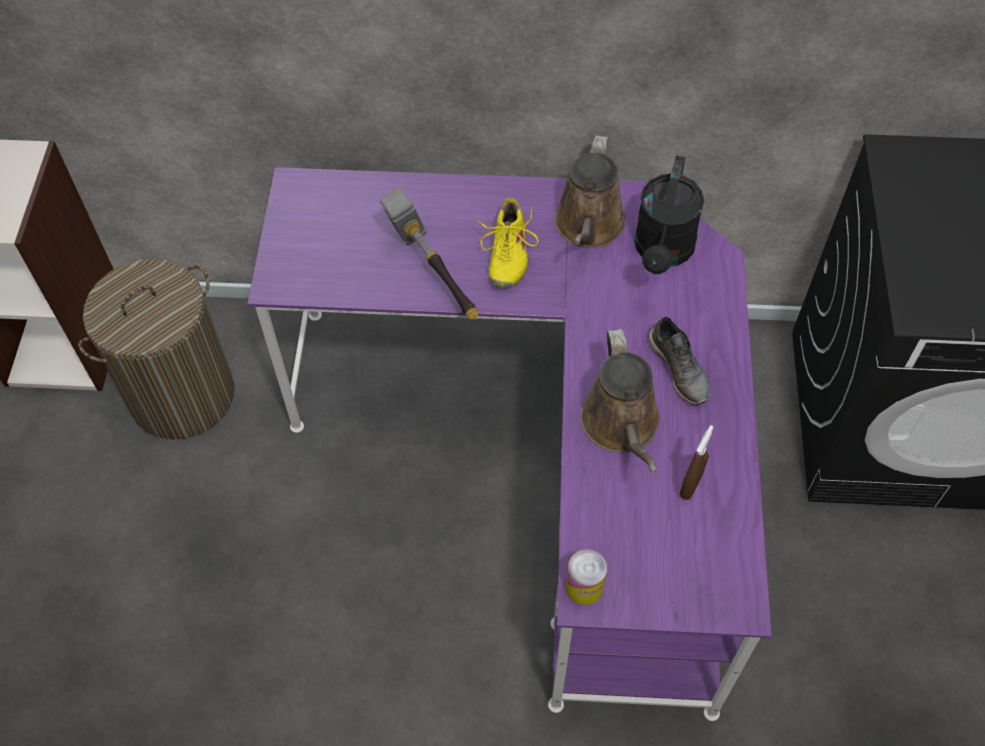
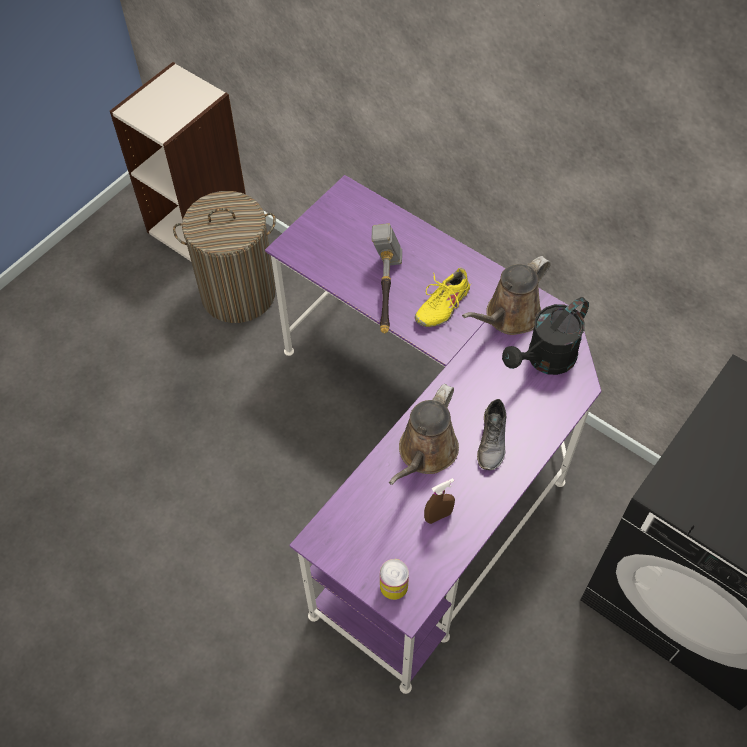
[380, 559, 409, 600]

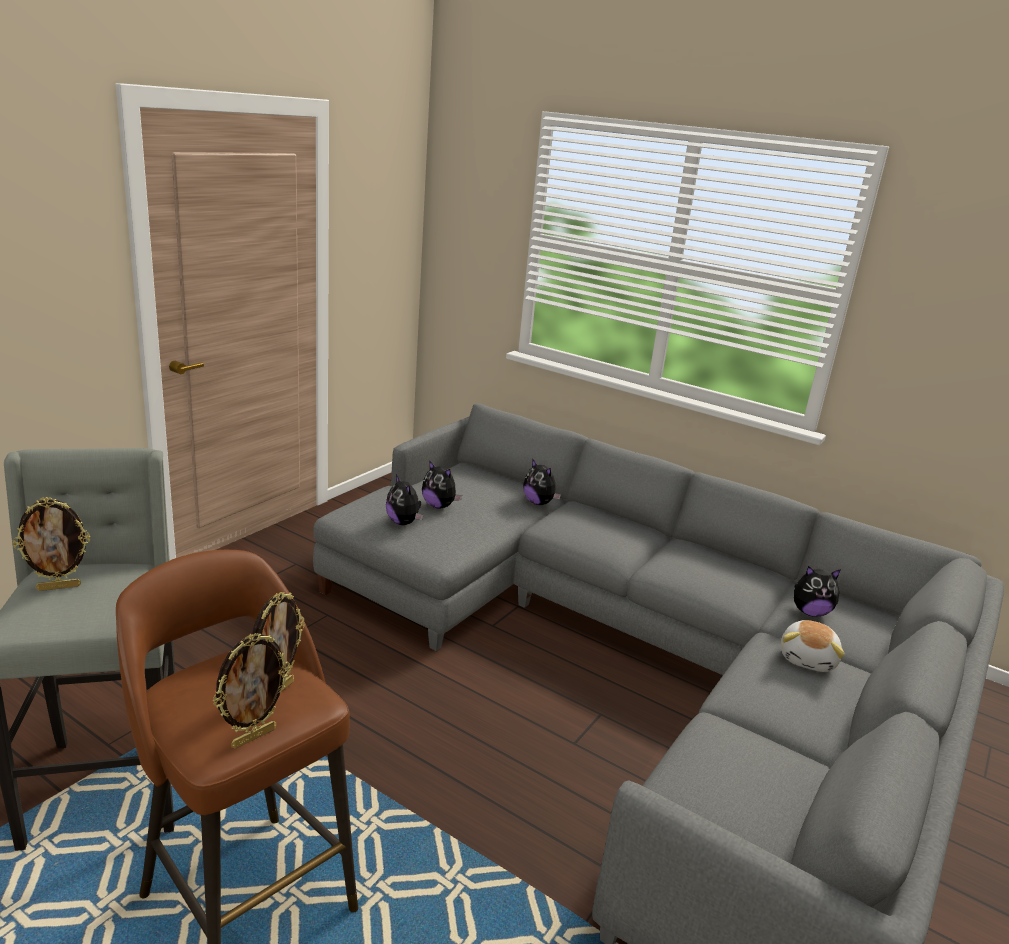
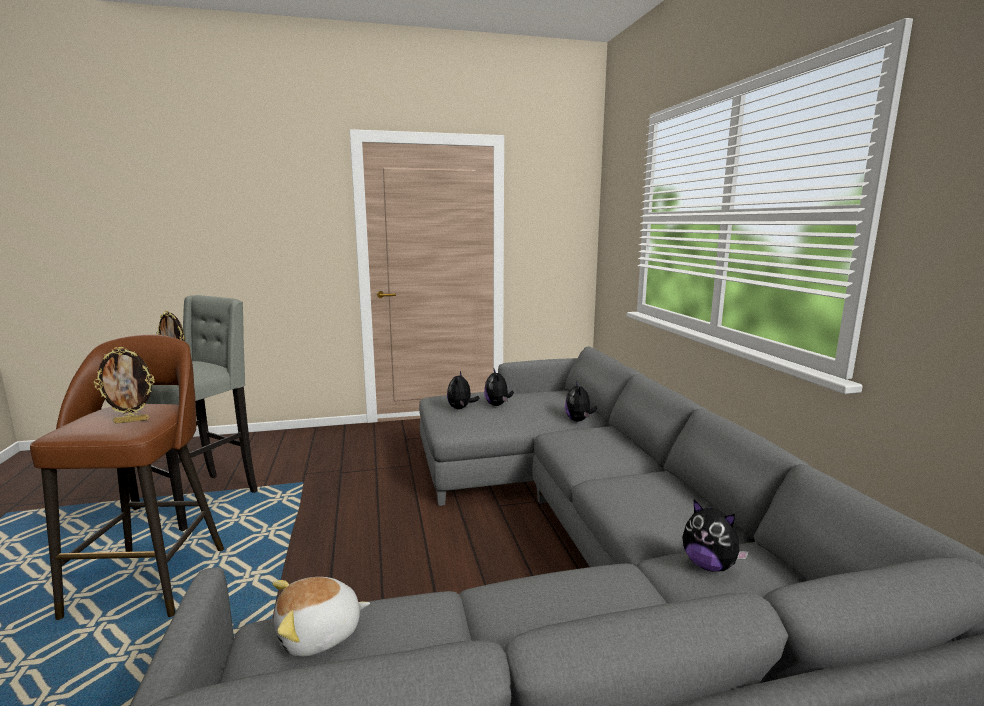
[212, 633, 291, 749] (first image)
[272, 577, 370, 657]

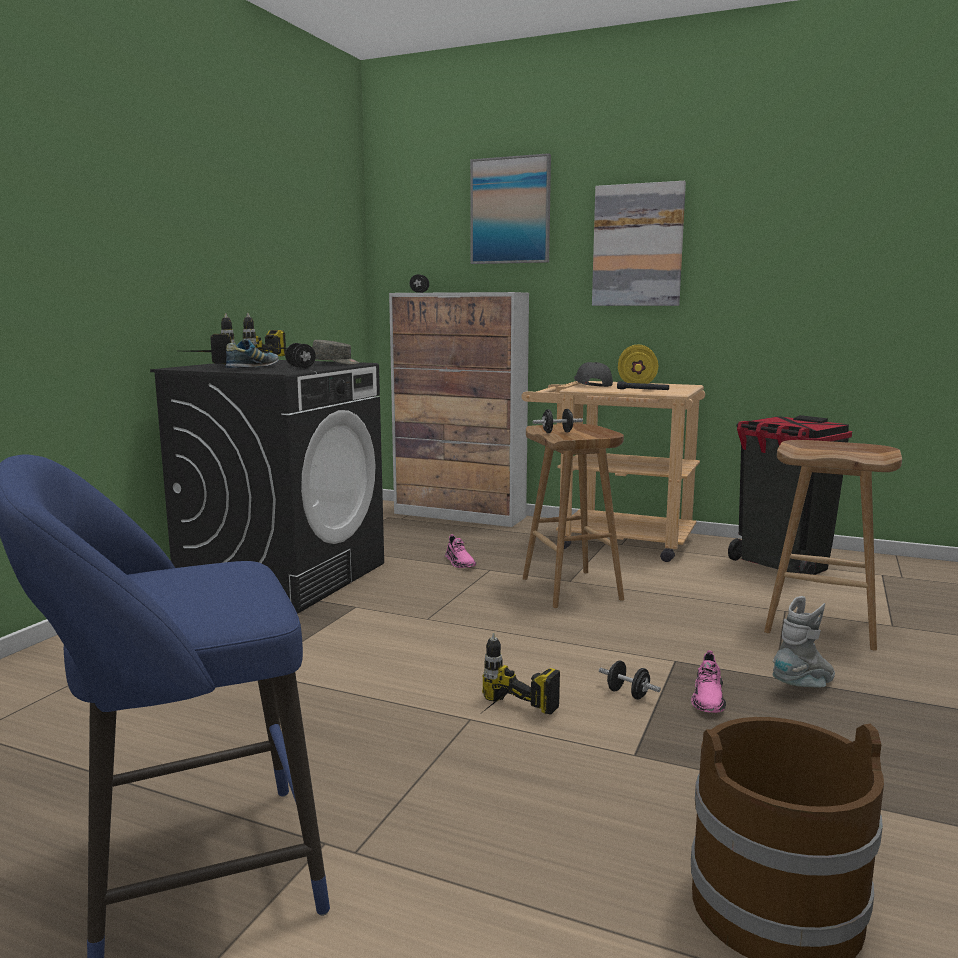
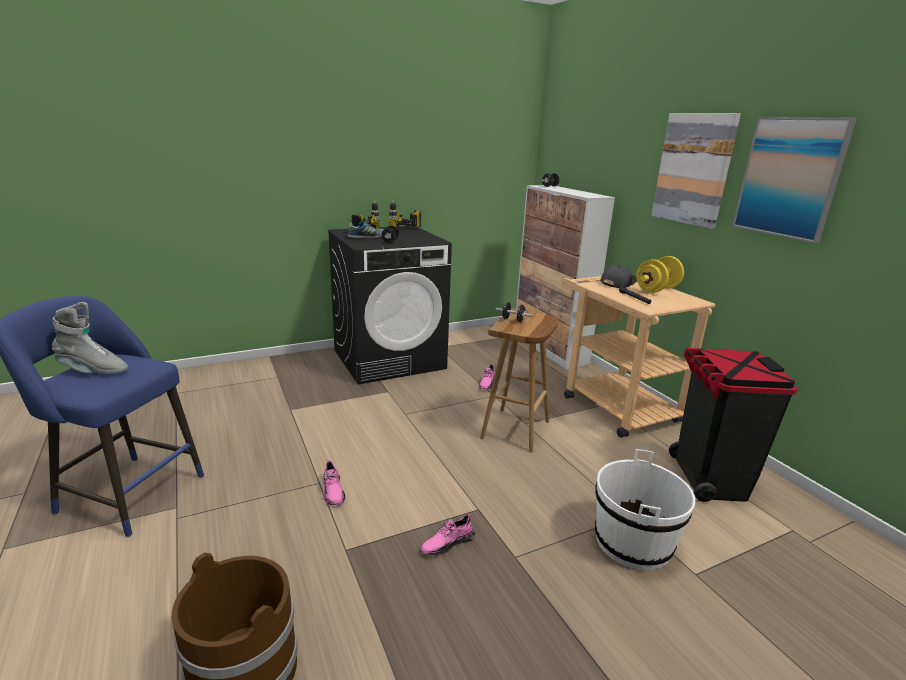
[312, 340, 360, 364] (first image)
[732, 117, 857, 243]
[323, 460, 345, 506]
[599, 661, 661, 699] (first image)
[595, 449, 695, 570]
[52, 302, 128, 374]

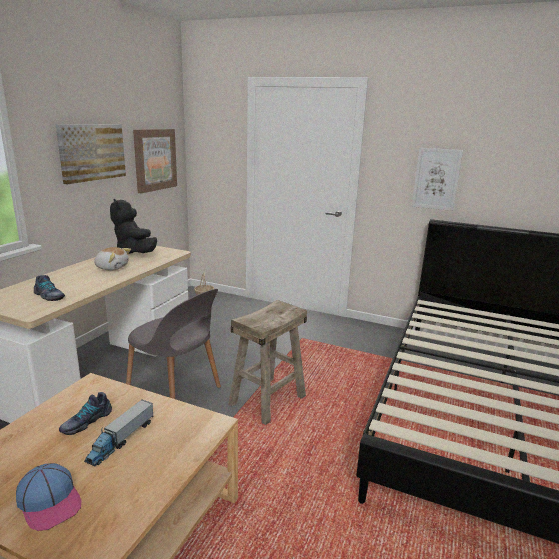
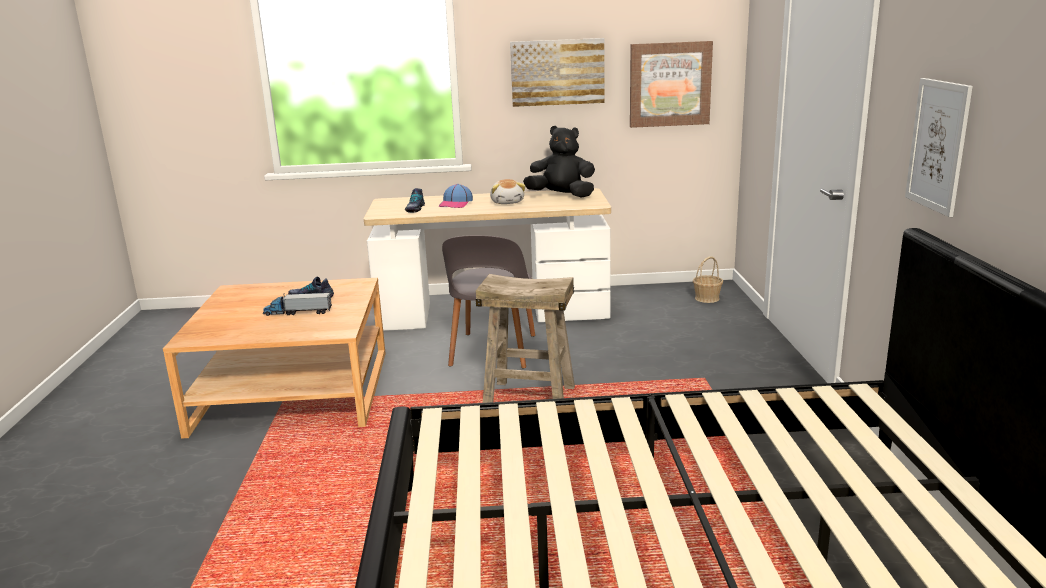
[439, 184, 473, 208]
[523, 126, 595, 198]

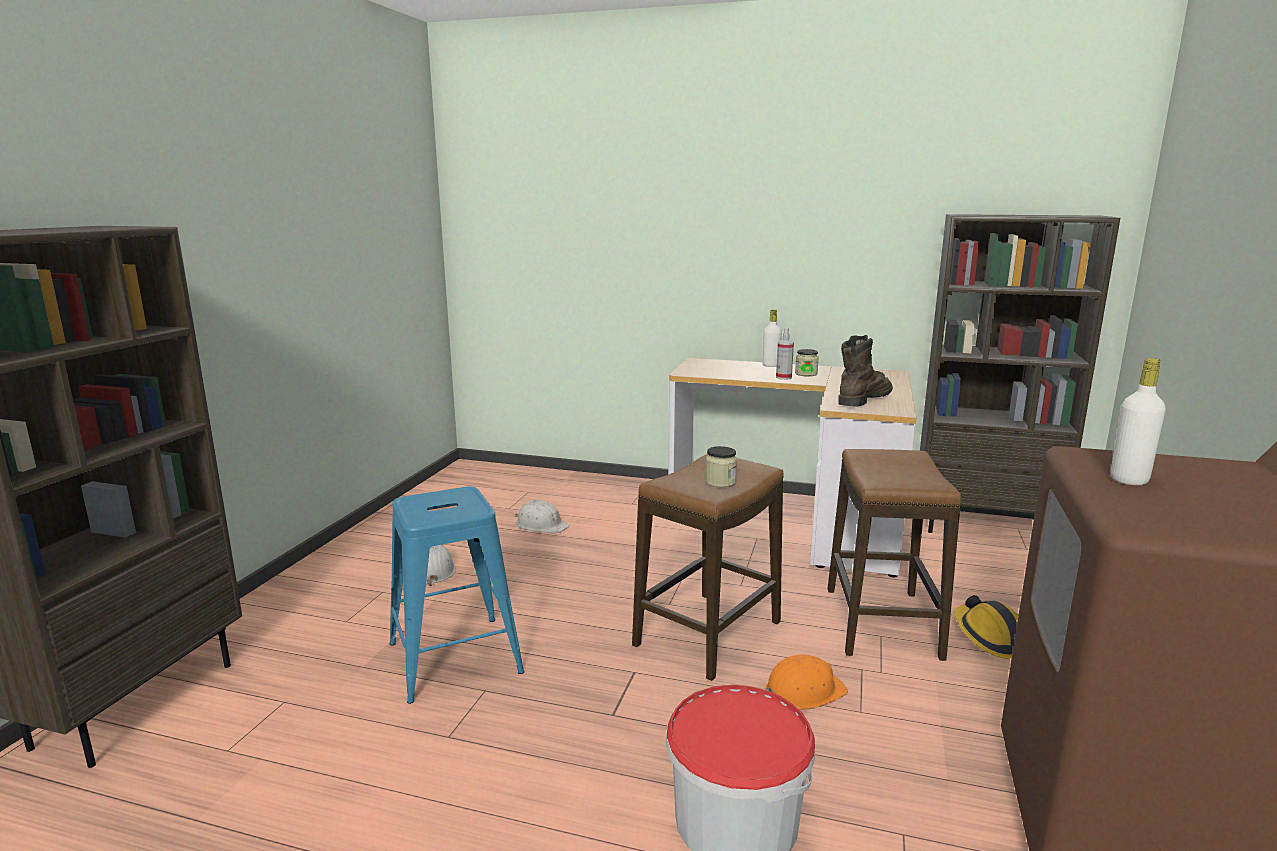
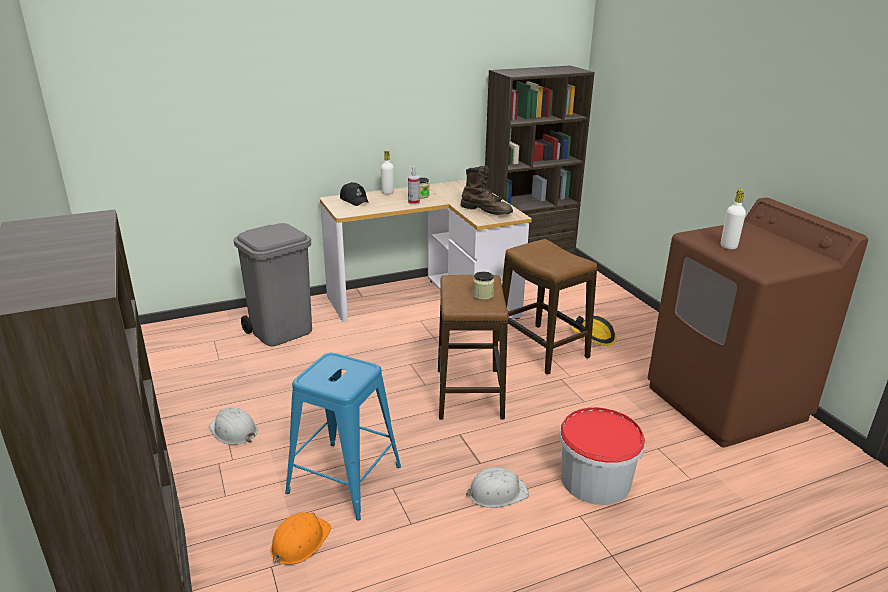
[466, 467, 529, 508]
[271, 512, 331, 565]
[461, 165, 513, 215]
[233, 223, 312, 346]
[340, 182, 369, 206]

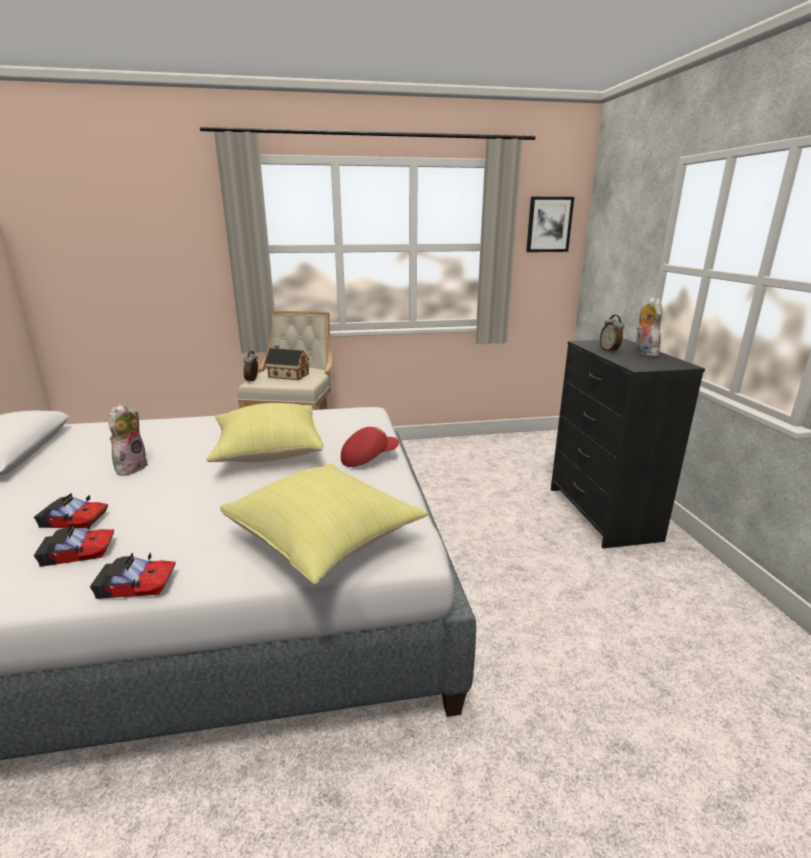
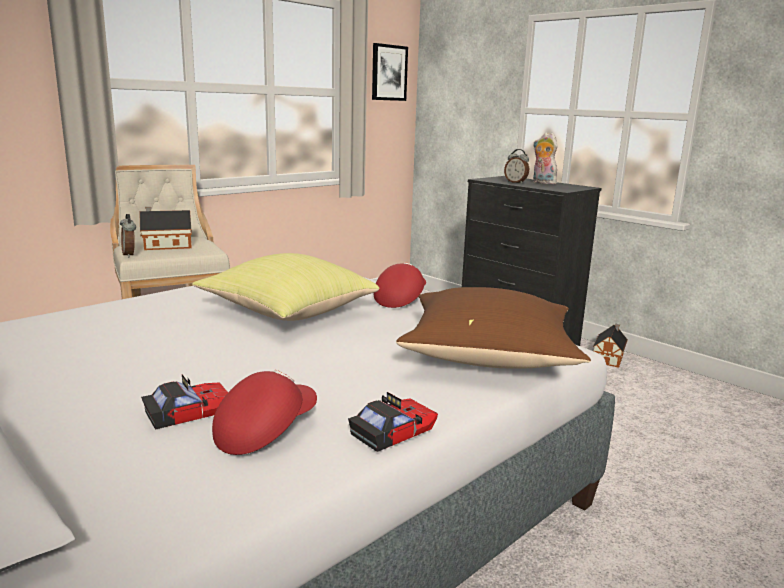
[212, 370, 317, 455]
[108, 404, 149, 476] (first image)
[396, 287, 591, 368]
[593, 324, 628, 368]

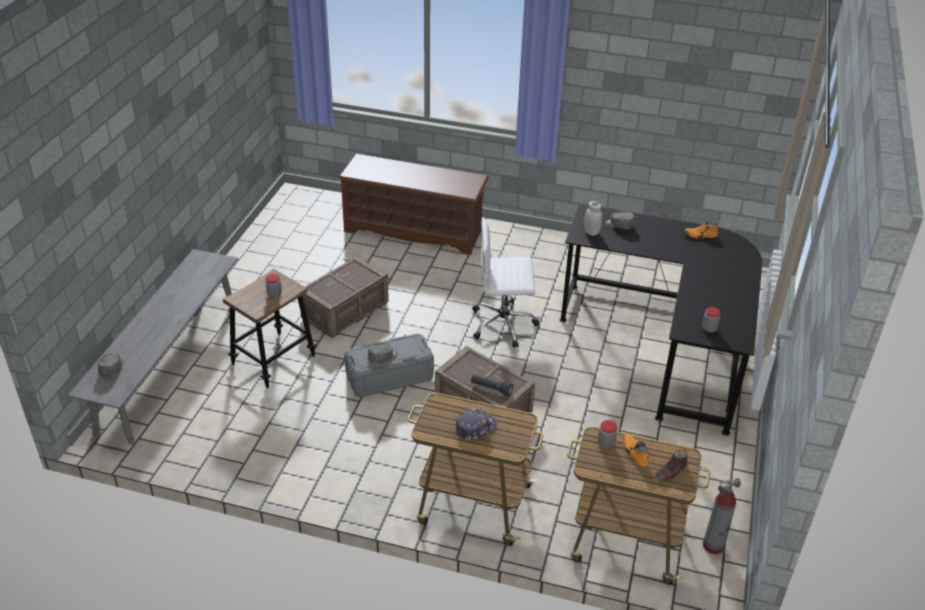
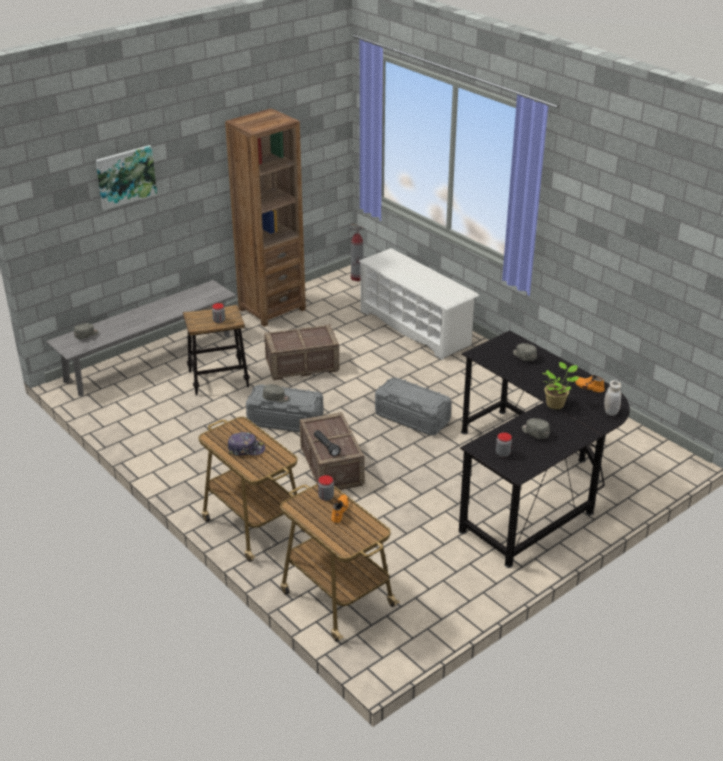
[359, 248, 479, 360]
[375, 377, 451, 436]
[604, 380, 622, 416]
[655, 450, 687, 480] (first image)
[350, 224, 365, 281]
[96, 145, 157, 210]
[225, 108, 306, 327]
[522, 418, 550, 439]
[542, 362, 580, 409]

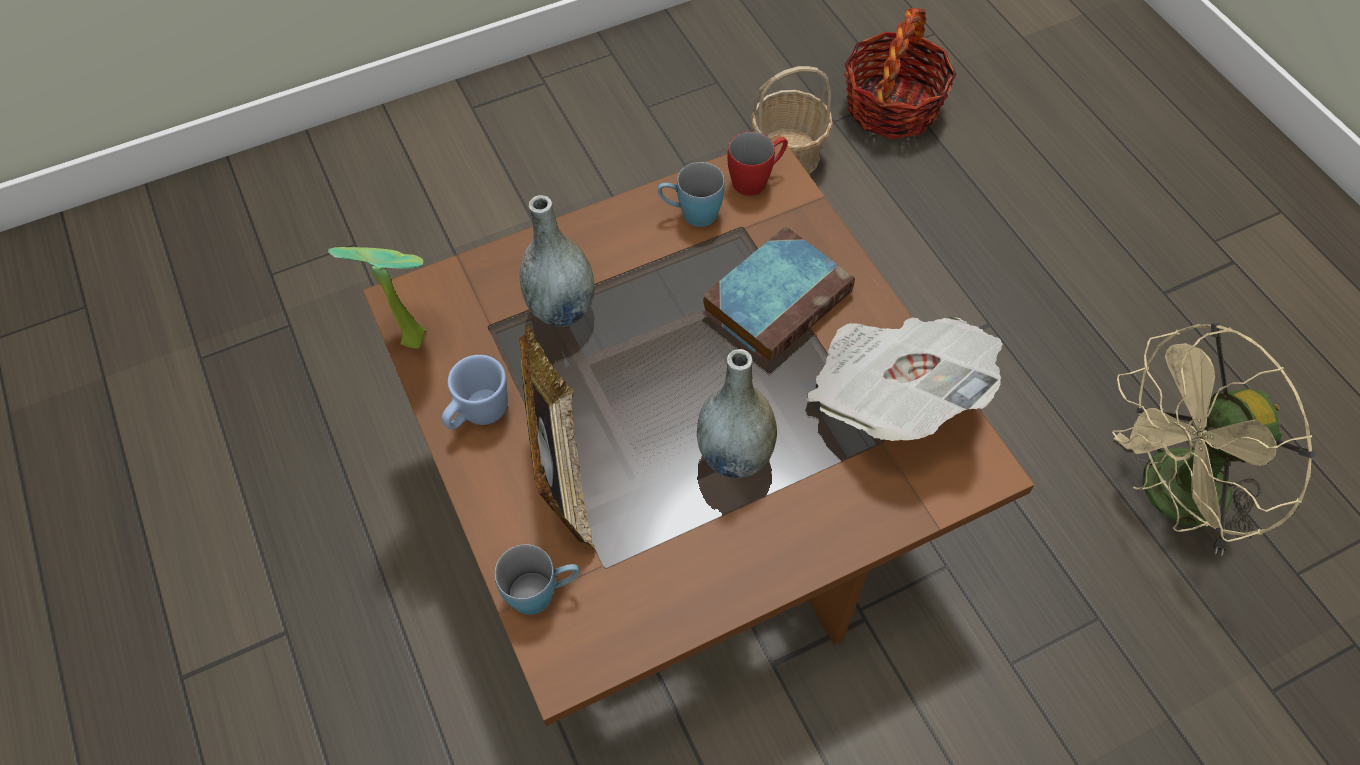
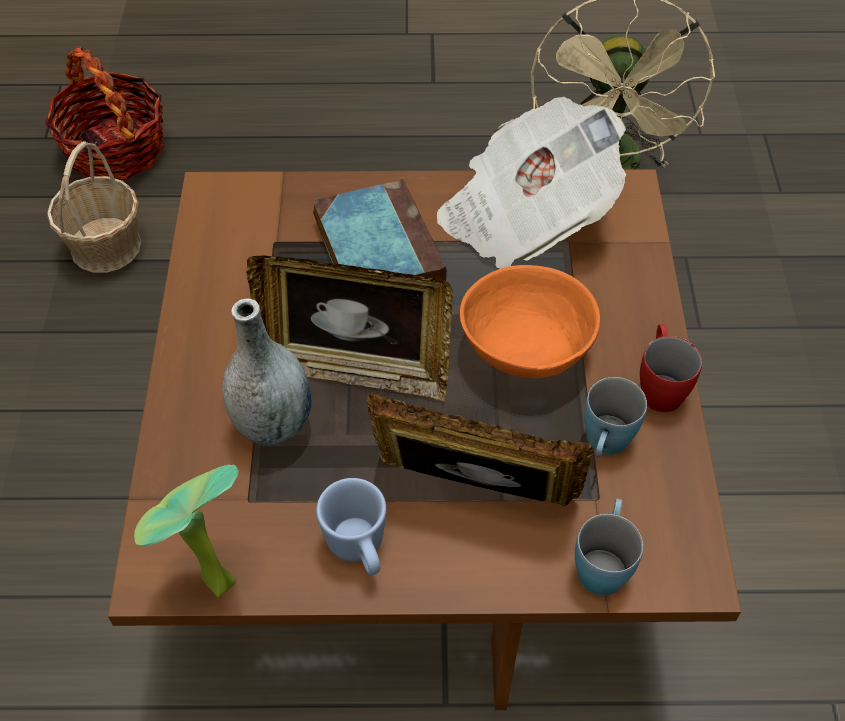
[584, 377, 647, 458]
[460, 265, 600, 378]
[640, 324, 702, 412]
[246, 256, 453, 402]

